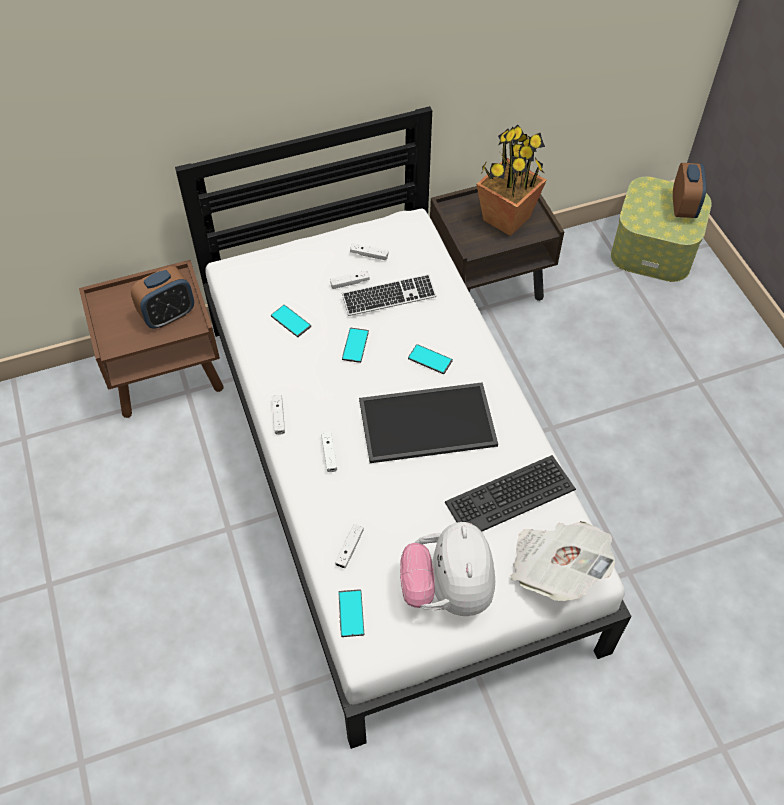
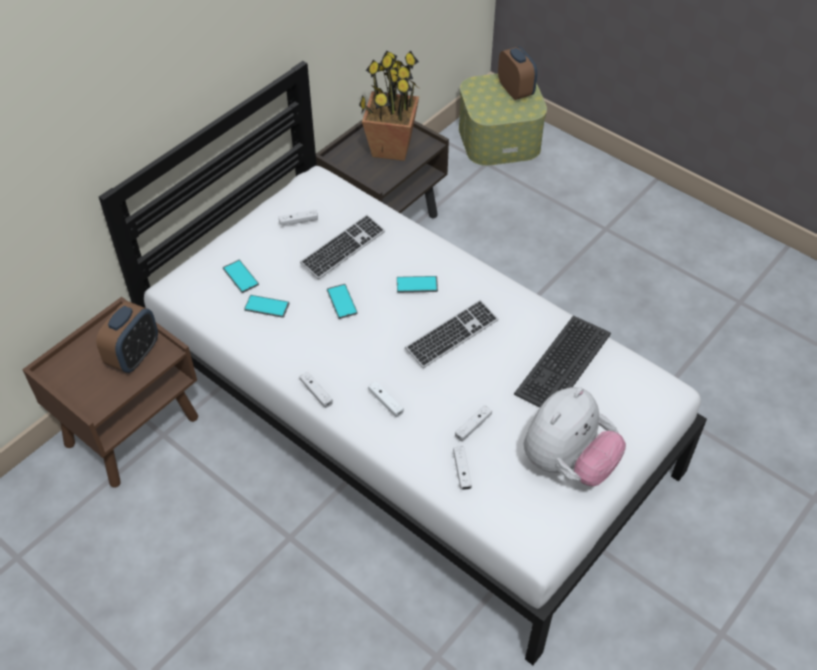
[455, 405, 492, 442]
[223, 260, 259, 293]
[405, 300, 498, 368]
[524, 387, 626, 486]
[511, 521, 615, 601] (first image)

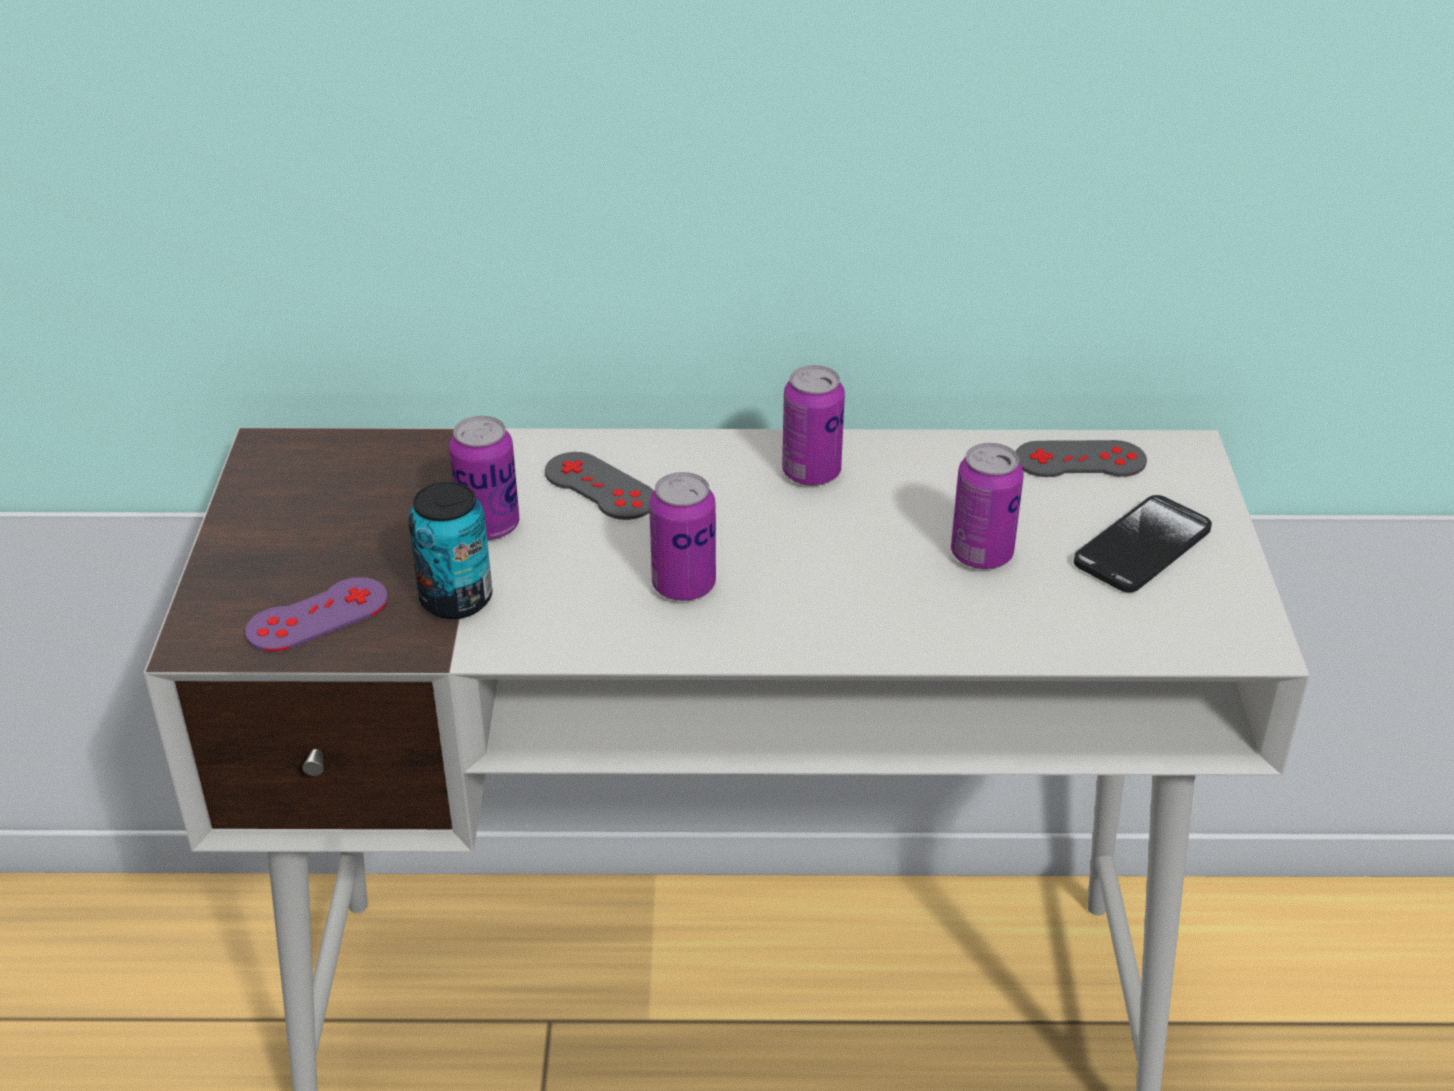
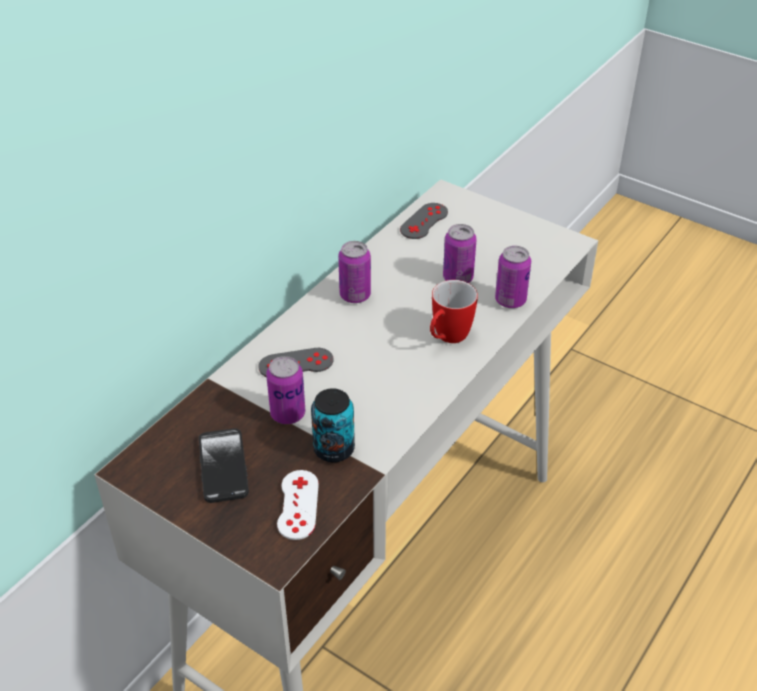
[277, 470, 319, 540]
[495, 246, 531, 308]
[199, 428, 249, 503]
[430, 280, 478, 343]

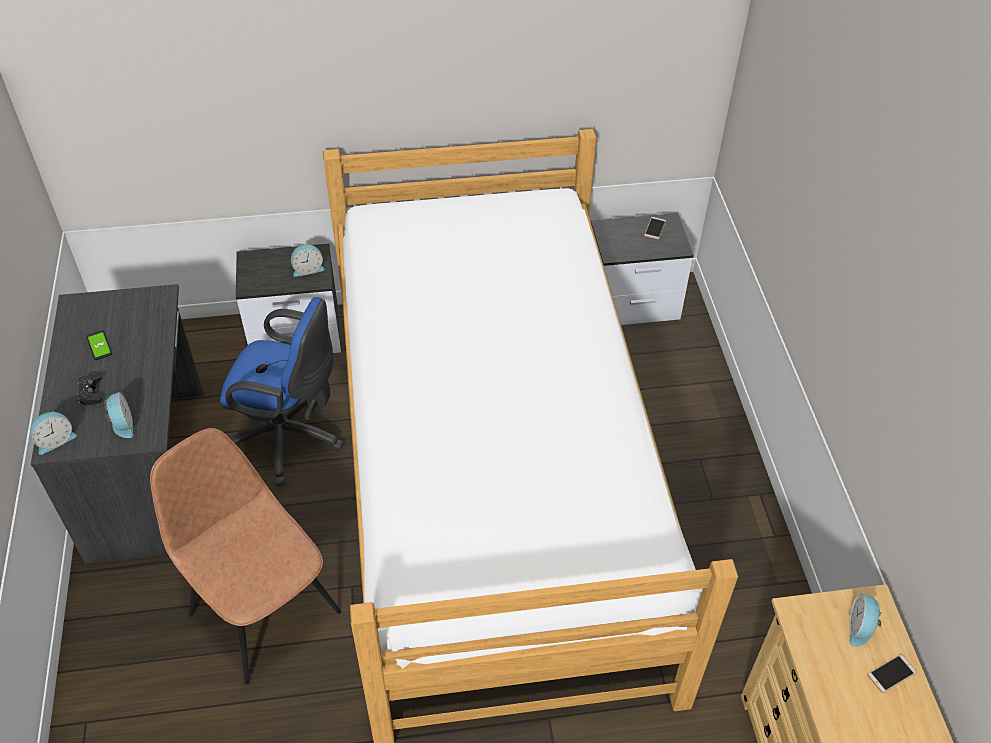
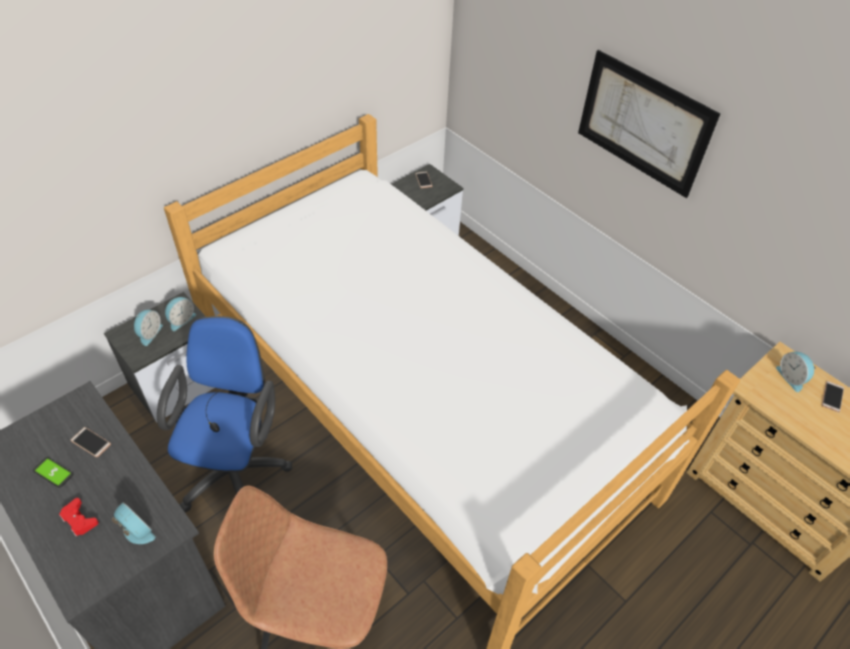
[134, 310, 163, 346]
[59, 498, 99, 537]
[157, 316, 292, 512]
[71, 427, 111, 457]
[578, 50, 720, 198]

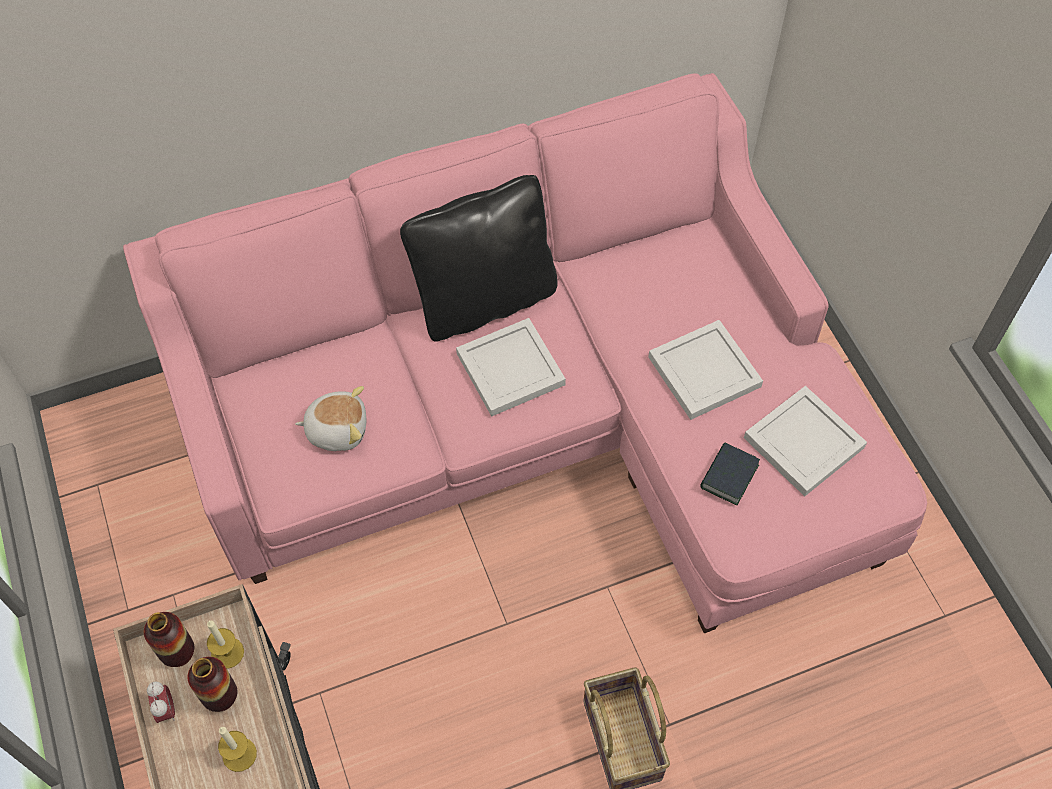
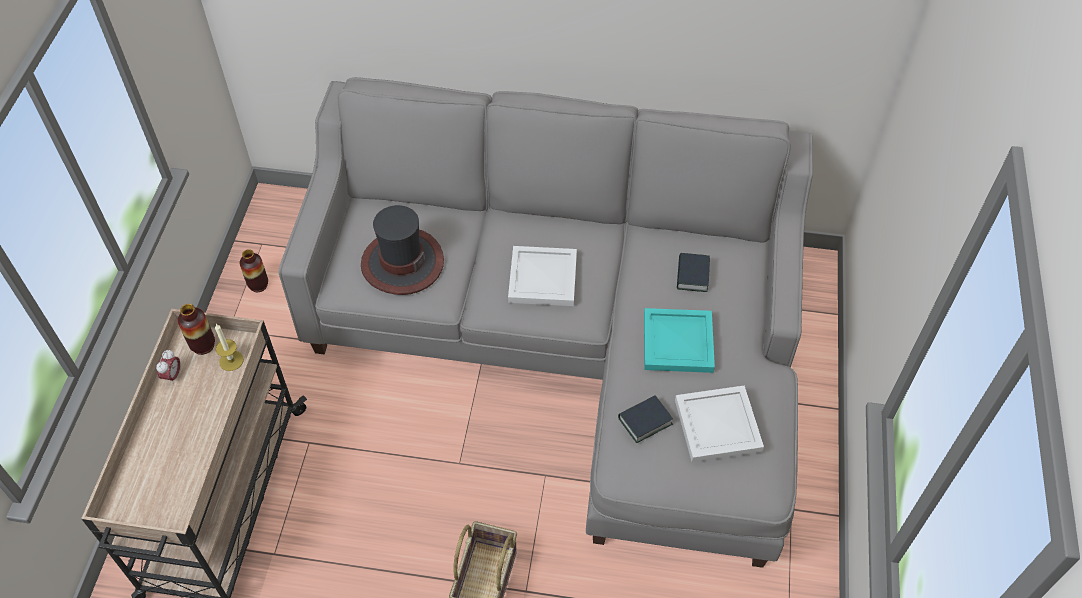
[278, 77, 813, 568]
[240, 249, 268, 292]
[218, 727, 257, 772] (first image)
[361, 205, 444, 295]
[400, 175, 558, 342] (first image)
[644, 308, 715, 373]
[677, 253, 710, 292]

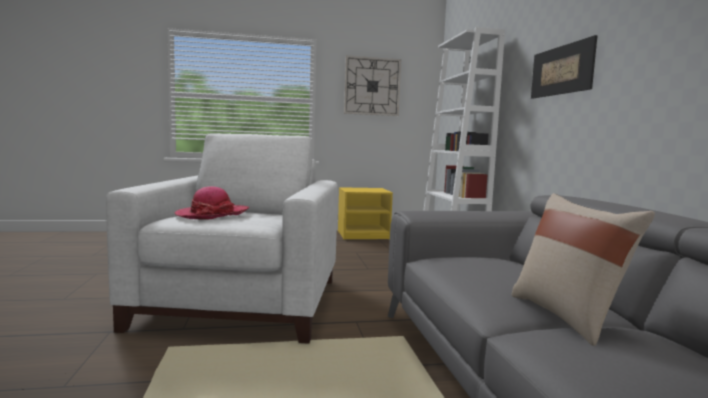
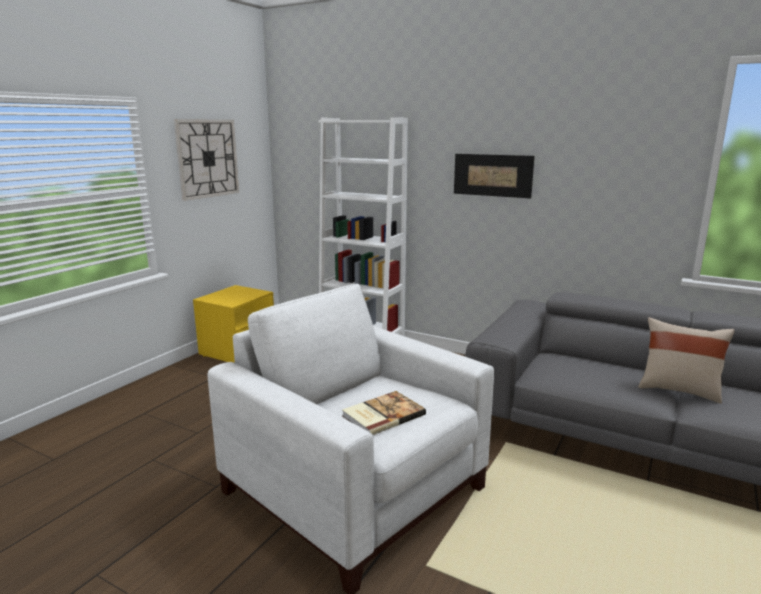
[342, 391, 426, 435]

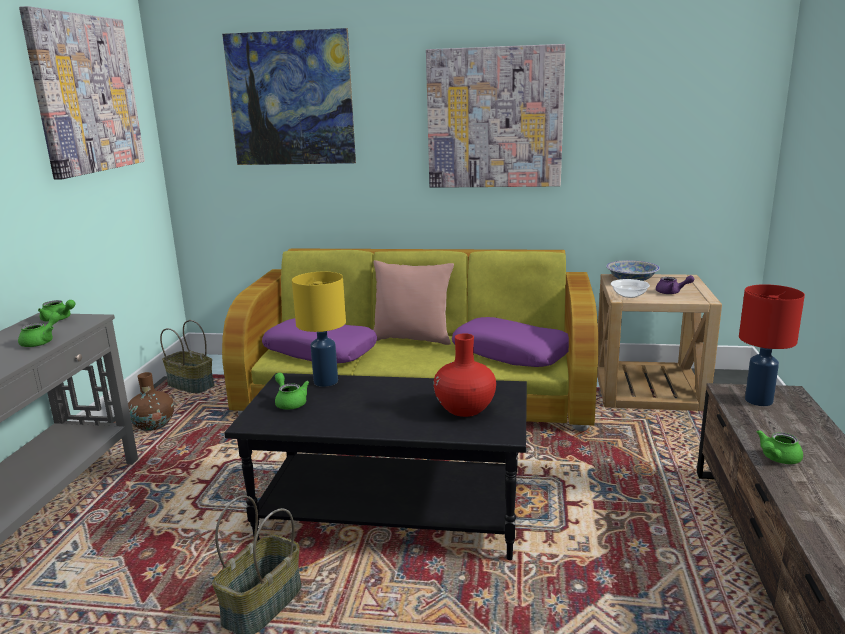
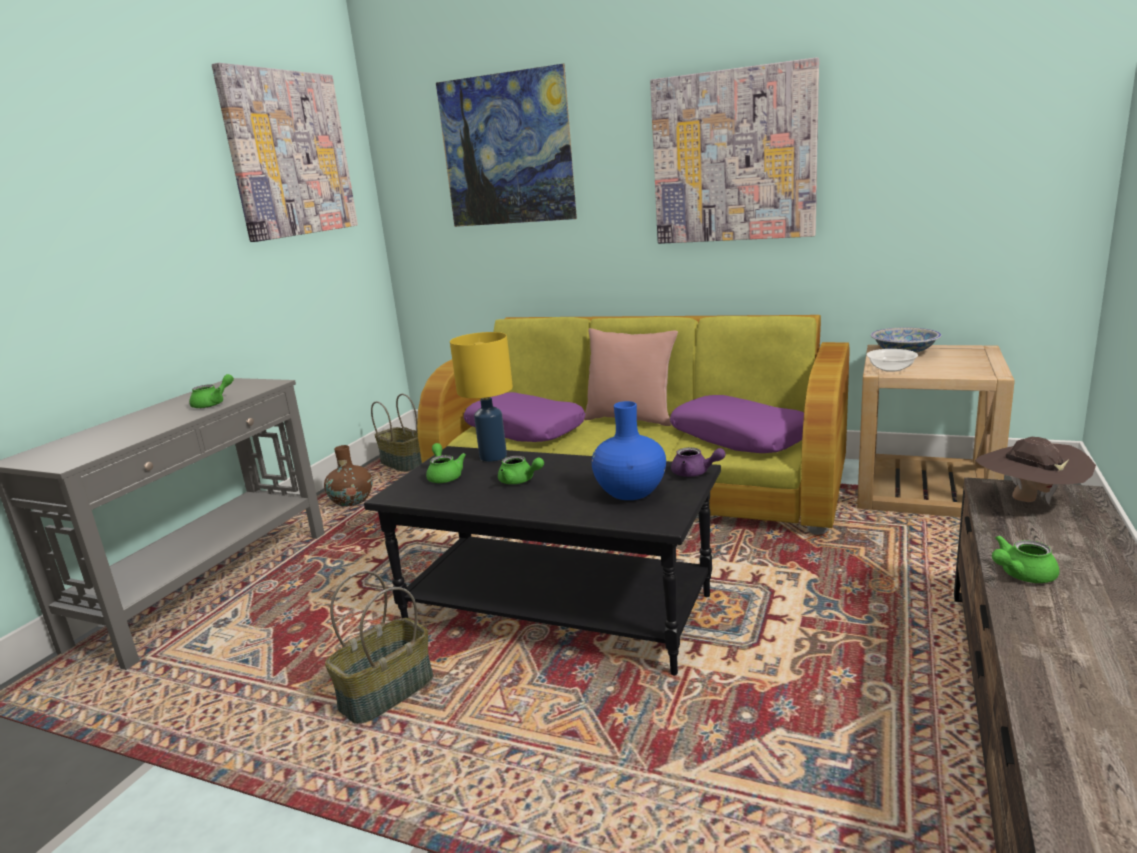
[498, 456, 544, 484]
[592, 401, 666, 500]
[671, 447, 726, 477]
[975, 437, 1096, 505]

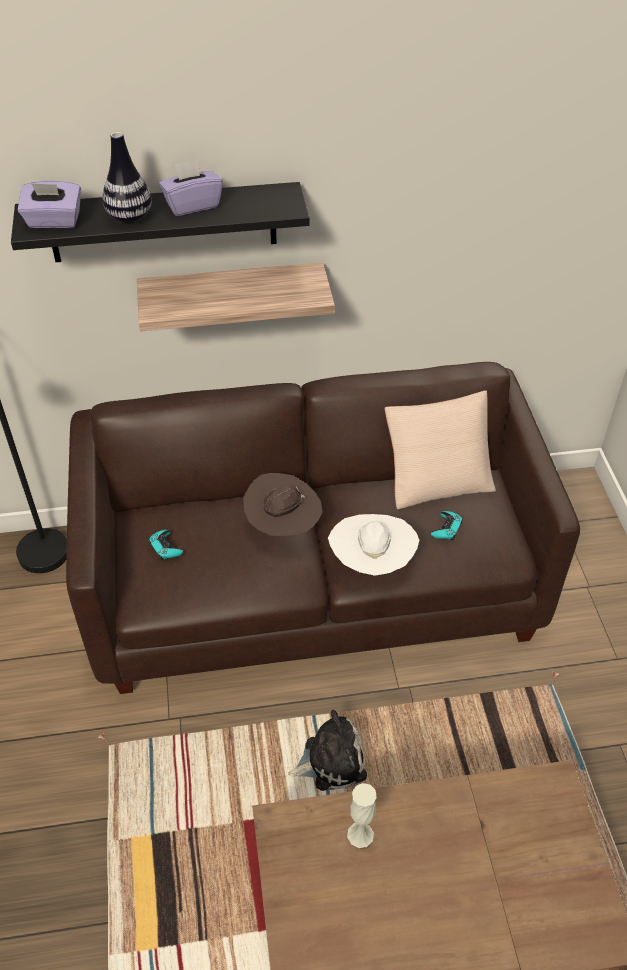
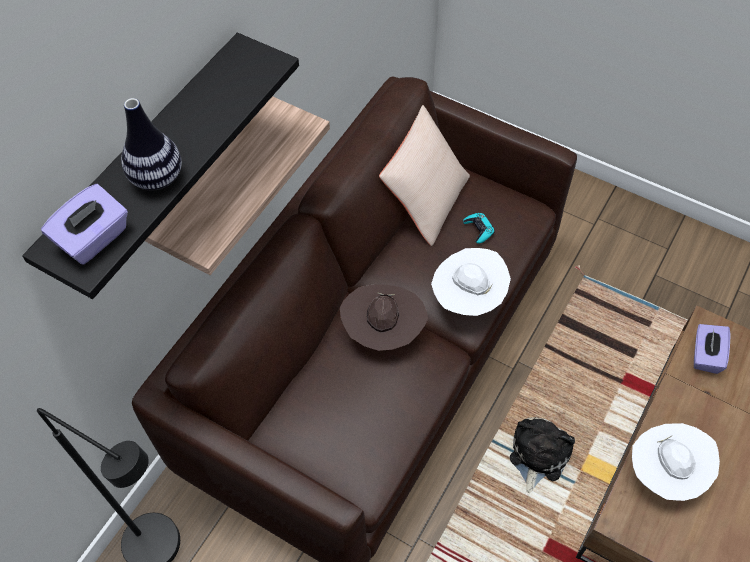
[149, 530, 183, 561] (first image)
[694, 324, 730, 374]
[632, 423, 720, 501]

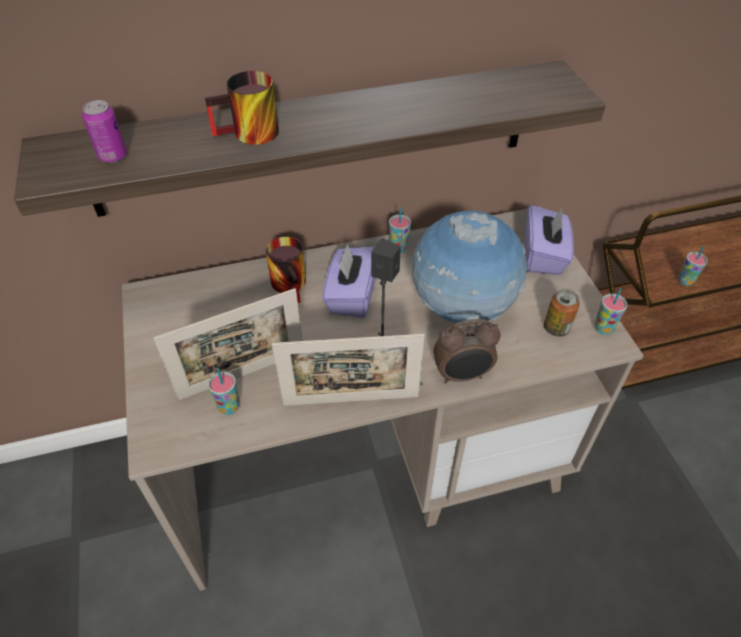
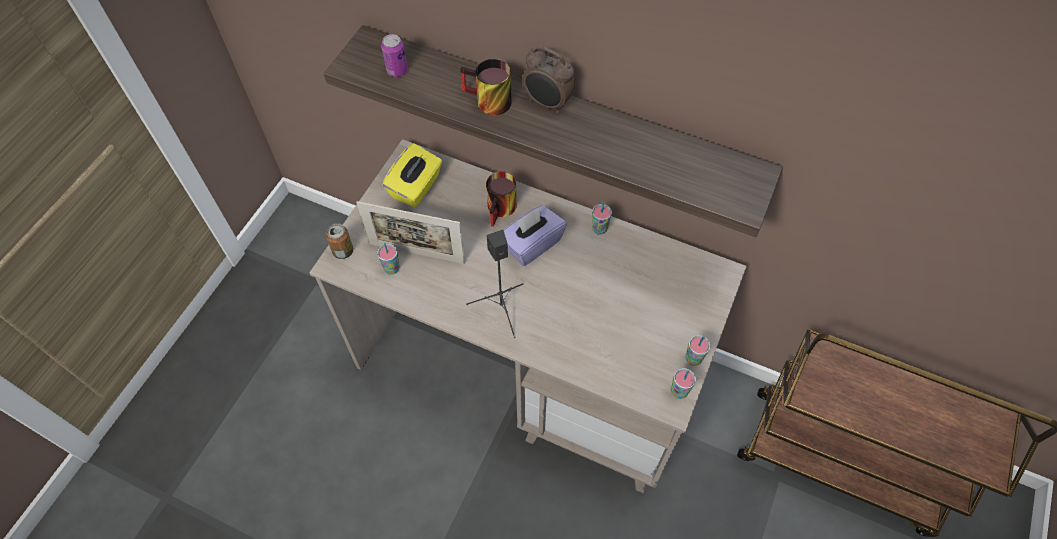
[272, 334, 425, 406] (first image)
[412, 211, 527, 324] (first image)
[522, 46, 575, 113]
[525, 205, 574, 275] (first image)
[326, 223, 353, 259]
[685, 335, 710, 366]
[382, 143, 442, 207]

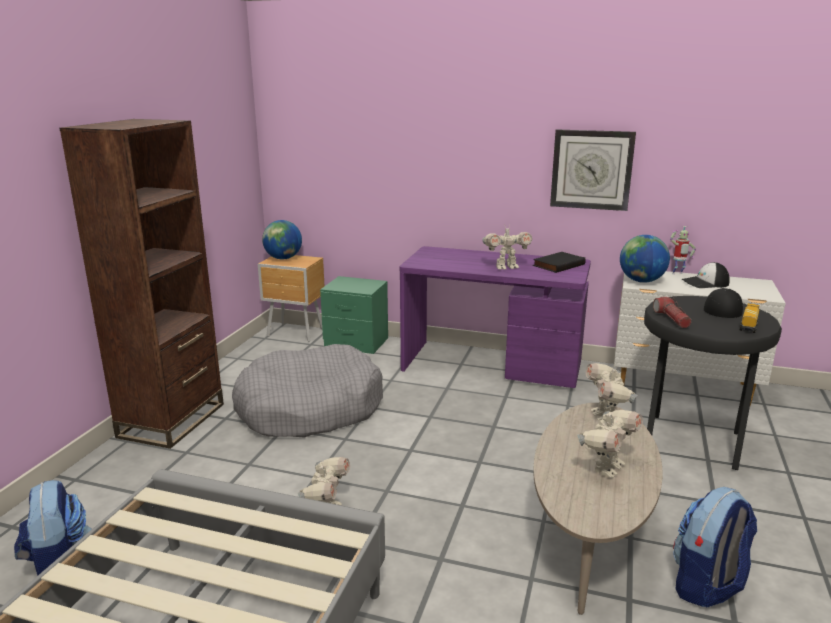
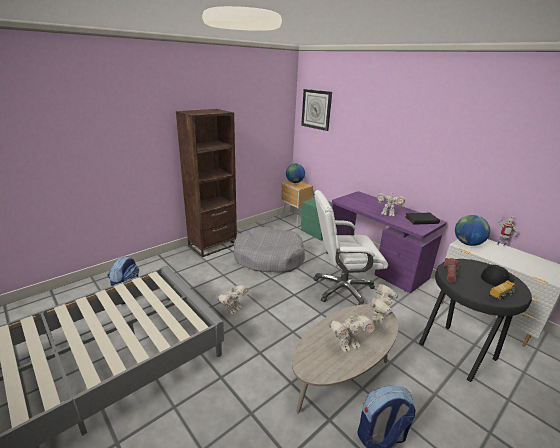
[301, 89, 332, 131]
[682, 262, 730, 288] (first image)
[313, 190, 388, 305]

